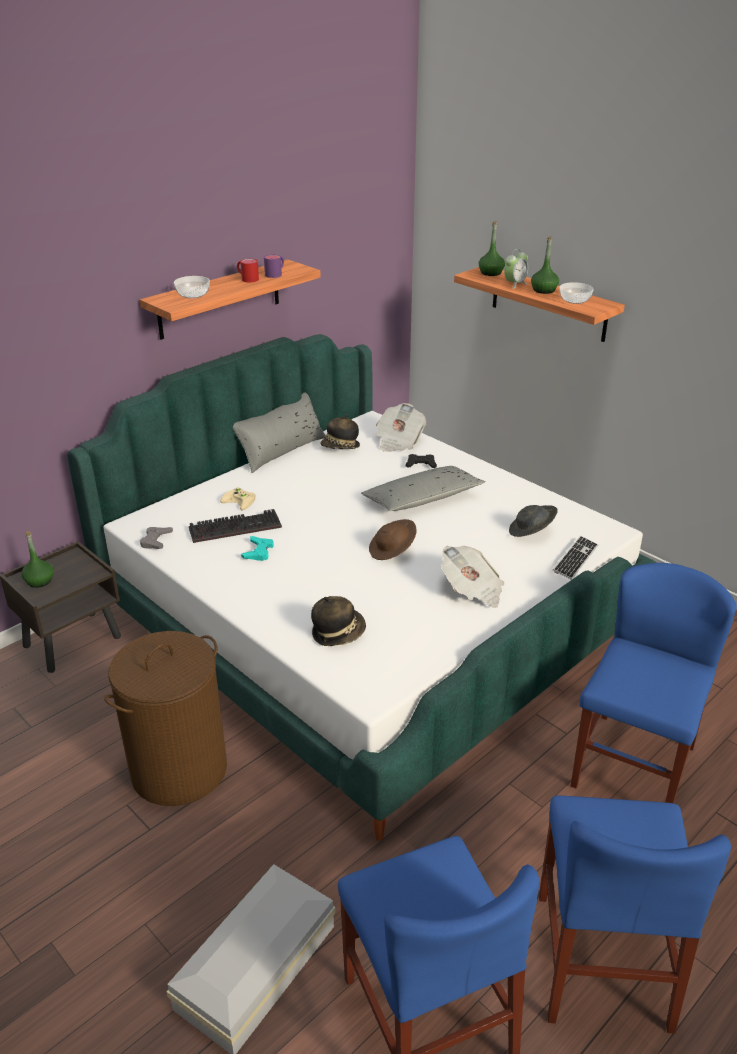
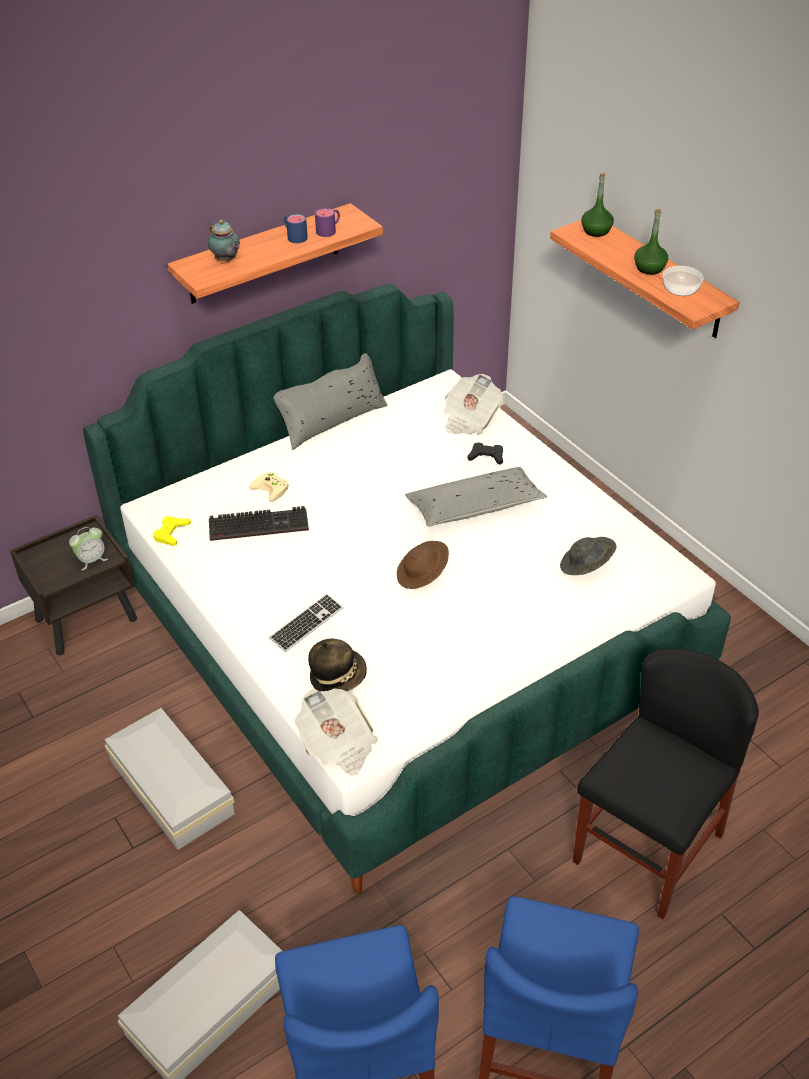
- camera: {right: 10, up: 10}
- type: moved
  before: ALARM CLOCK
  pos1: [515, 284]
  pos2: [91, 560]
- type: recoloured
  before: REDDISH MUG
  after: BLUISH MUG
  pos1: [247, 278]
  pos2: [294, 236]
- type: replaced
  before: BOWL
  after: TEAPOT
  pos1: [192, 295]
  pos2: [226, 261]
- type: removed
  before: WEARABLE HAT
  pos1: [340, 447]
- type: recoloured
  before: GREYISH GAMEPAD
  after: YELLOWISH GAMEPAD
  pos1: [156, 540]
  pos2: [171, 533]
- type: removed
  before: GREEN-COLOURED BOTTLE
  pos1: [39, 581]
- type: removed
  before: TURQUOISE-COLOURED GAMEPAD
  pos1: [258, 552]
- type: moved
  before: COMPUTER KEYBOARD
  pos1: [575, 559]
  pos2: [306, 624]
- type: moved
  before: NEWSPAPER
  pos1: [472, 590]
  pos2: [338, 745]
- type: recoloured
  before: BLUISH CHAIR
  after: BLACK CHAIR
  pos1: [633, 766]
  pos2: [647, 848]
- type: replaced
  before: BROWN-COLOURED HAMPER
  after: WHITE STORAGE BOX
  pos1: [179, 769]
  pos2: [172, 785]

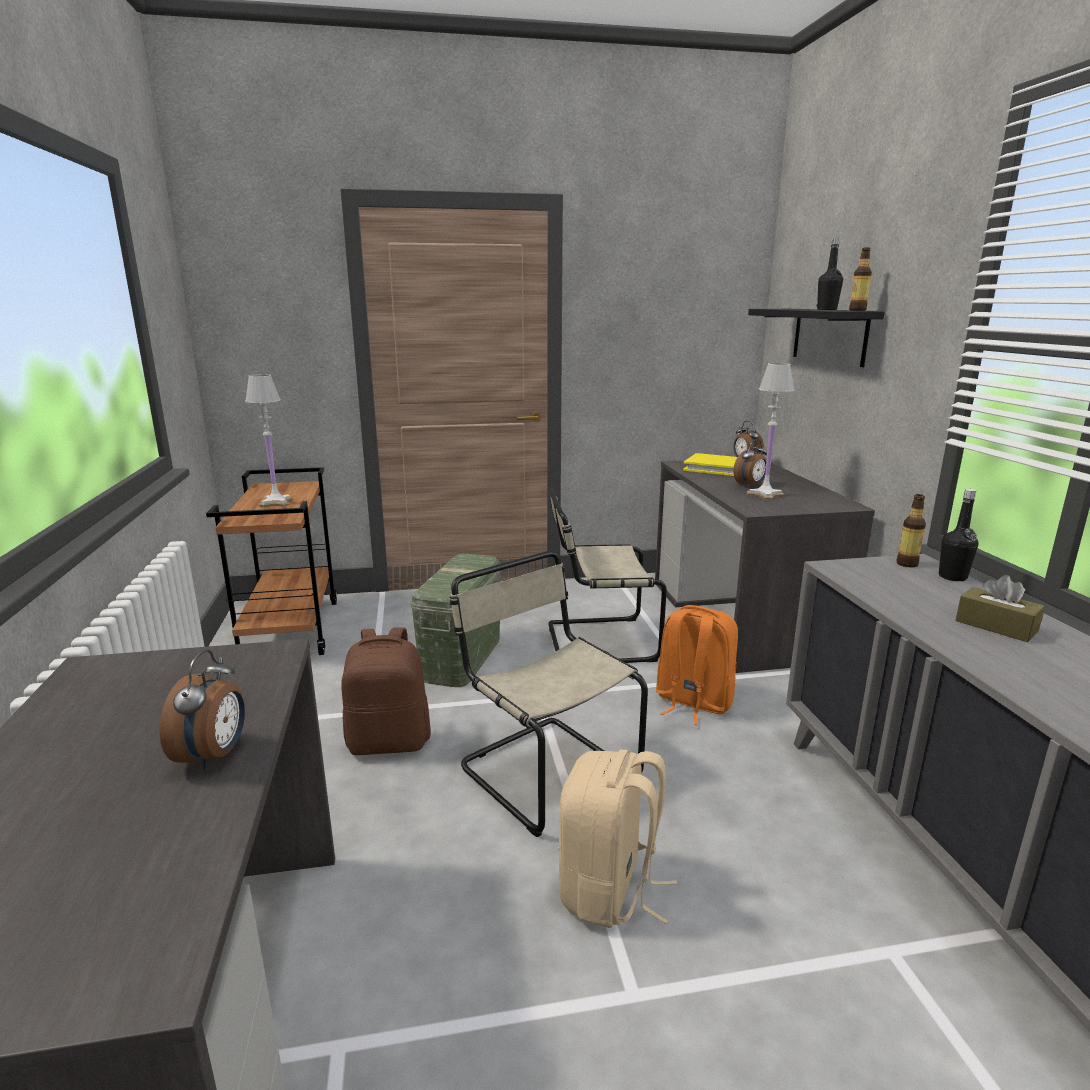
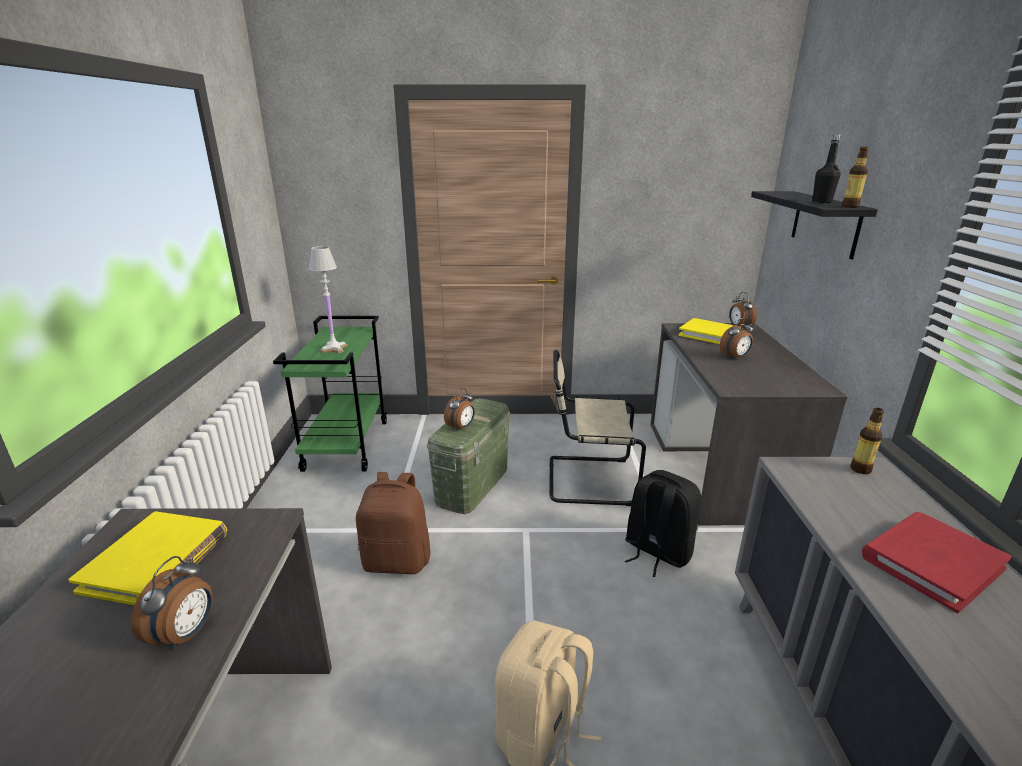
- camera: {right: 10, up: 5}
- type: removed
  before: WHITE TABLE LAMP
  pos1: [764, 495]
- type: recoloured
  before: BROWN-COLOURED CART
  after: GREEN-COLOURED CART
  pos1: [290, 629]
  pos2: [346, 445]
- type: removed
  before: BLACK BOTTLE
  pos1: [952, 577]
- type: removed
  before: BEIGE CHAIR
  pos1: [544, 770]
- type: replaced
  before: BROWN-COLOURED TISSUE HOLDER
  after: REDDISH BOUND BOOK
  pos1: [996, 626]
  pos2: [931, 562]
- type: recoloured
  before: ORANGE RUCKSACK
  after: BLACK RUCKSACK
  pos1: [692, 702]
  pos2: [656, 551]
- type: added
  after: ALARM CLOCK
  pos2: [461, 427]
- type: added
  after: YELLOWISH BOUND BOOK
  pos2: [156, 562]

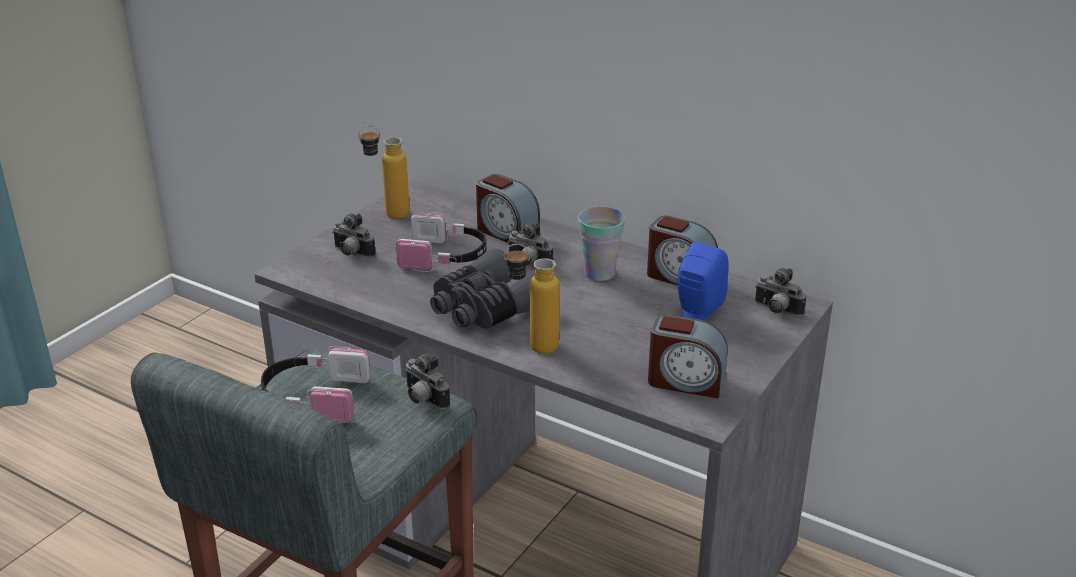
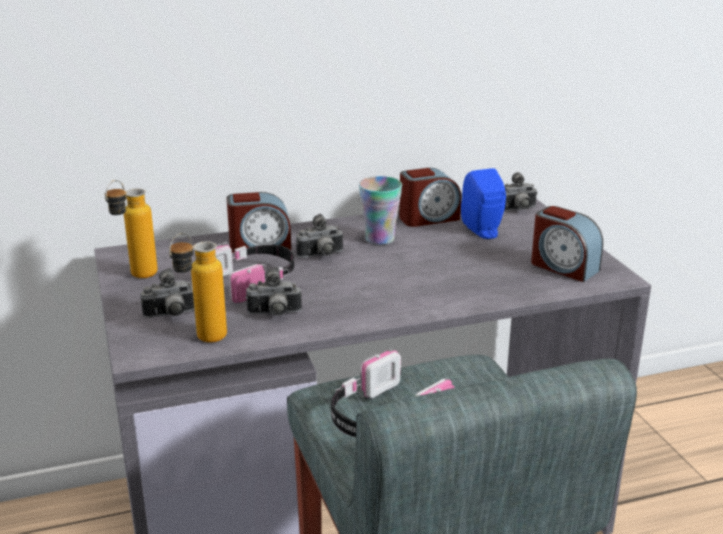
- camera: {right: -50, up: -5}
- type: moved
  before: BOTTLE
  pos1: [532, 346]
  pos2: [202, 341]
- type: removed
  before: GREYISH FIELD GLASSES
  pos1: [486, 309]
- type: turned
  before: ALARM CLOCK
  pos1: [685, 381]
  pos2: [563, 267]
  turn: 75
- type: moved
  before: STILL CAMERA
  pos1: [423, 400]
  pos2: [274, 314]

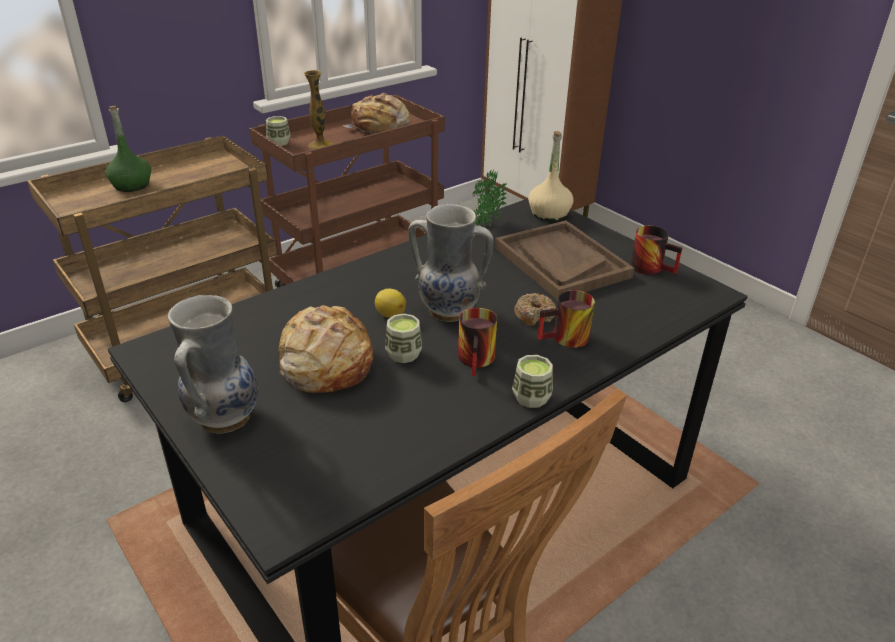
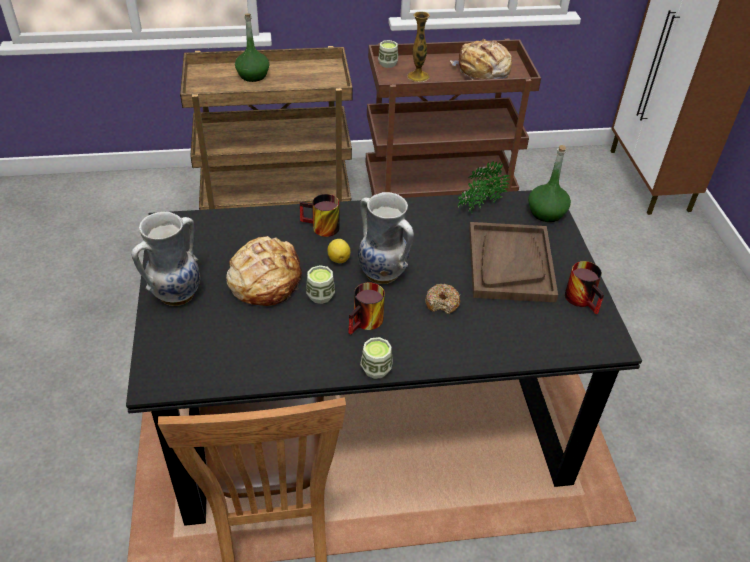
- camera: {right: 30, up: 10}
- type: recoloured
  before: BEIGE BOTTLE
  after: GREEN-COLOURED BOTTLE
  pos1: [549, 214]
  pos2: [546, 212]
- type: moved
  before: MUG
  pos1: [566, 340]
  pos2: [320, 228]

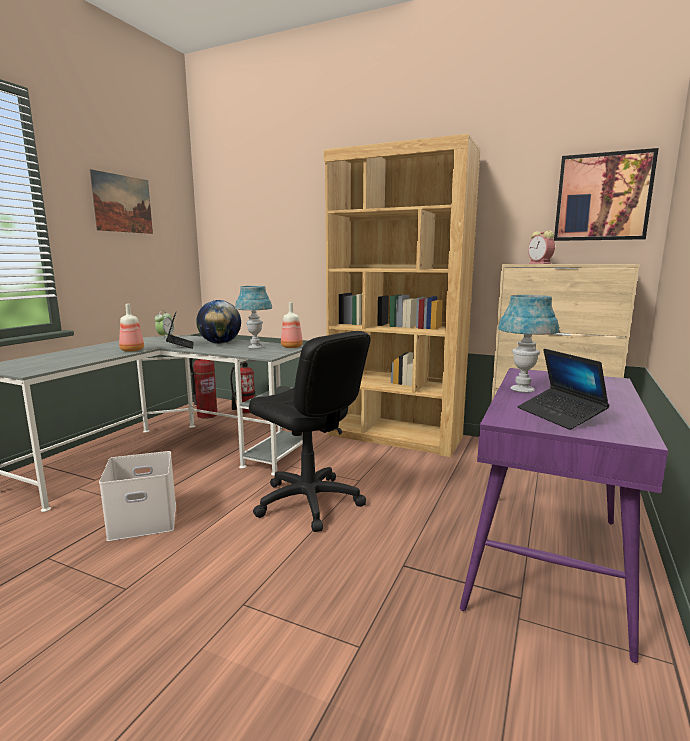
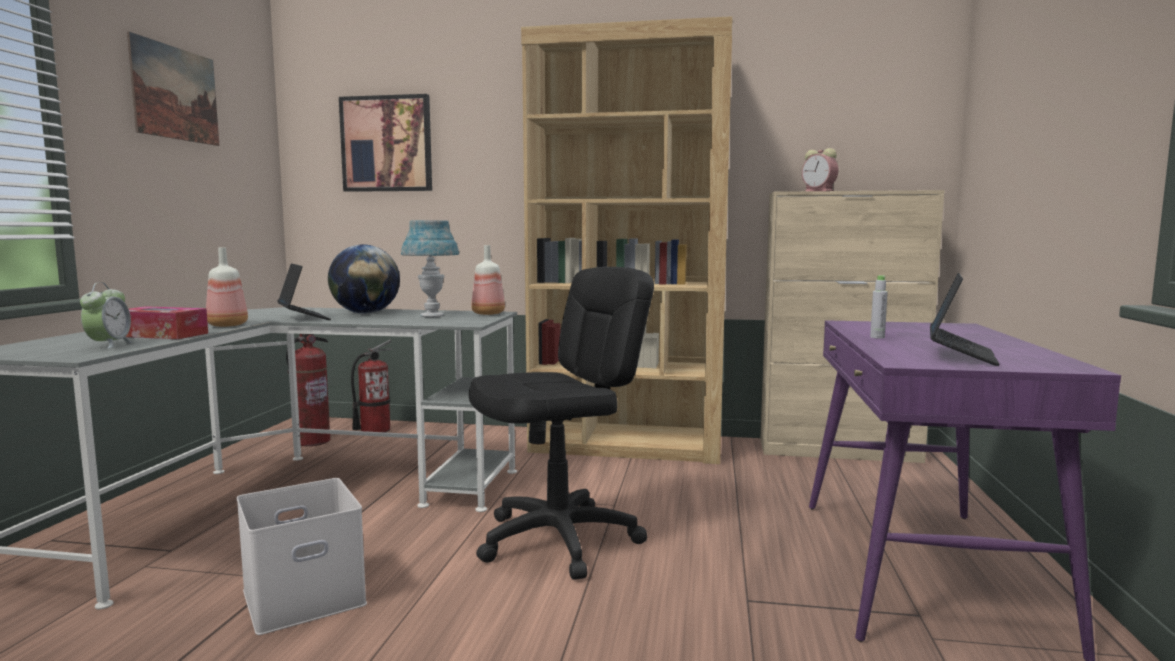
- camera: {right: -15, up: -5}
- type: moved
  before: PICTURE
  pos1: [602, 197]
  pos2: [387, 144]
- type: replaced
  before: BLUISH TABLE LAMP
  after: GREYISH BOTTLE
  pos1: [522, 390]
  pos2: [877, 337]
- type: moved
  before: ALARM CLOCK
  pos1: [165, 337]
  pos2: [109, 345]
- type: turned
  before: BLACK DESK CHAIR
  pos1: [308, 502]
  pos2: [559, 540]
  turn: -60
- type: turned
  before: PORTABLE COMPUTER
  pos1: [560, 415]
  pos2: [960, 355]
  turn: -120
- type: added
  after: TISSUE HOLDER
  pos2: [162, 335]

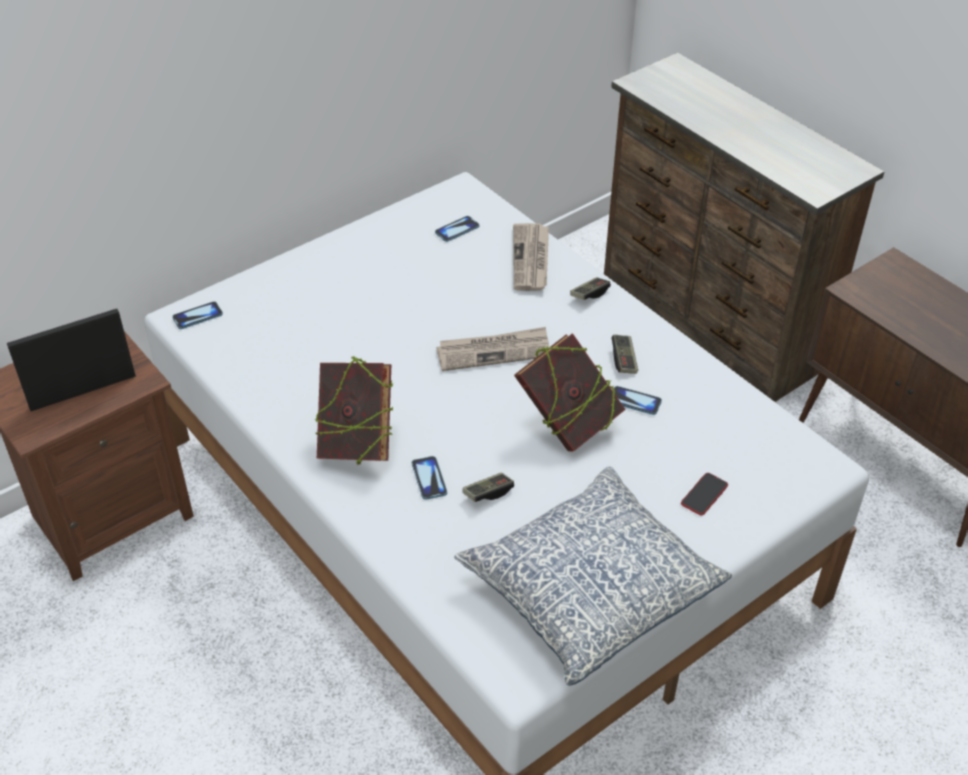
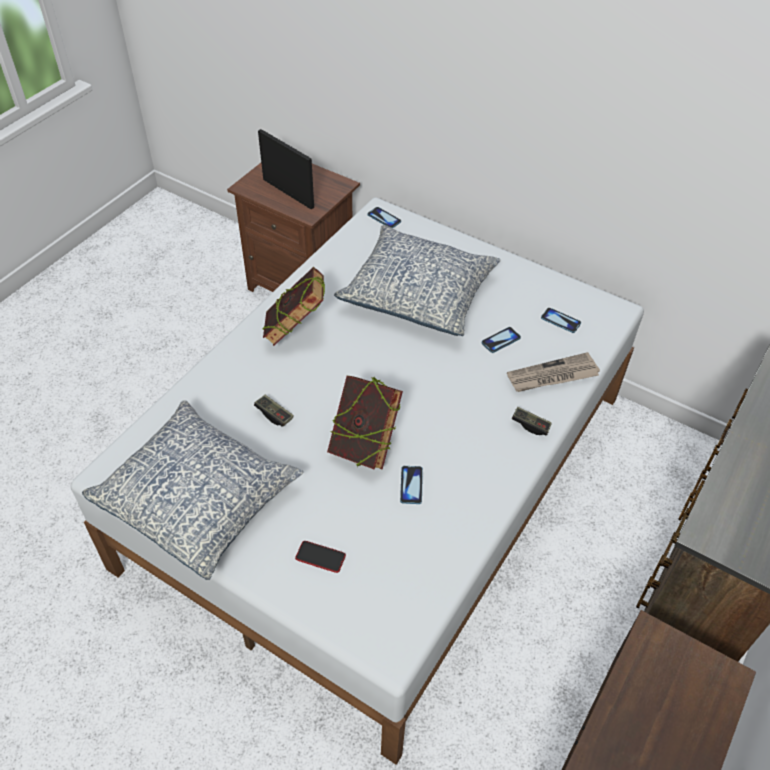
- camera: {right: 70, up: 5}
- type: removed
  before: NEWSPAPER
  pos1: [494, 351]
- type: removed
  before: GAMEPAD
  pos1: [624, 360]
- type: moved
  before: TELEPHONE
  pos1: [429, 478]
  pos2: [501, 340]
- type: added
  after: PILLOW
  pos2: [418, 294]

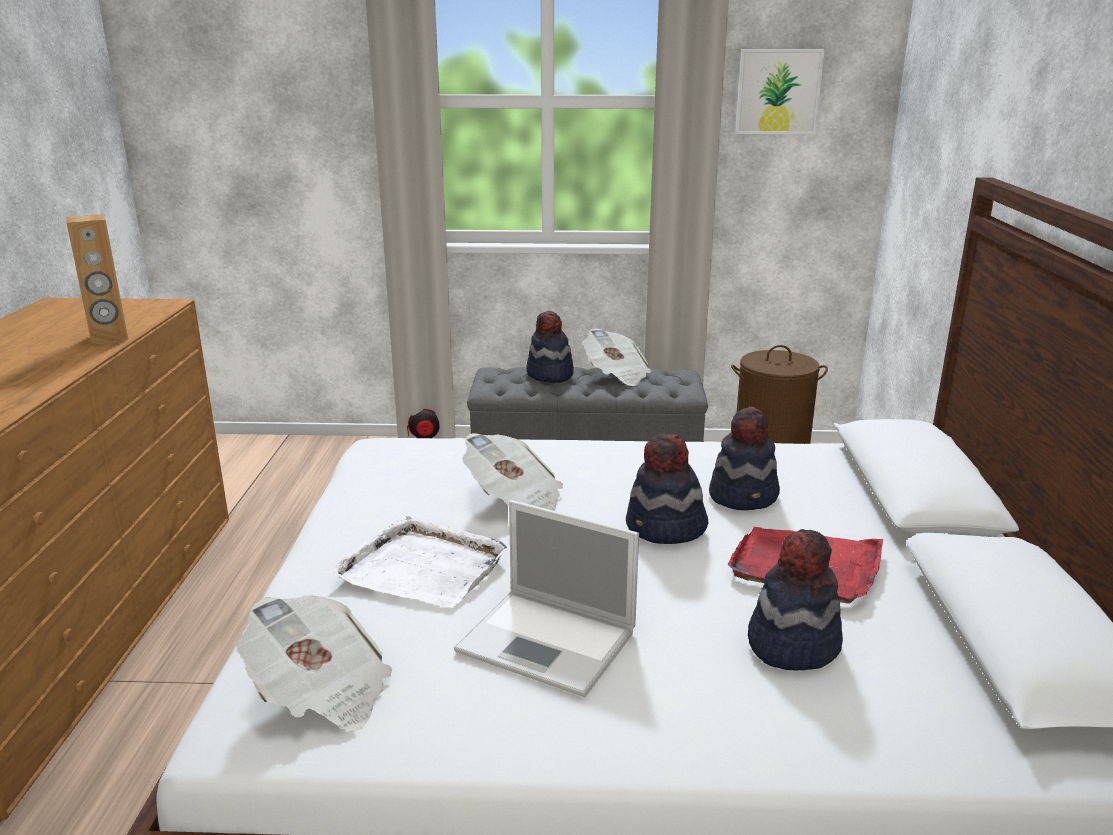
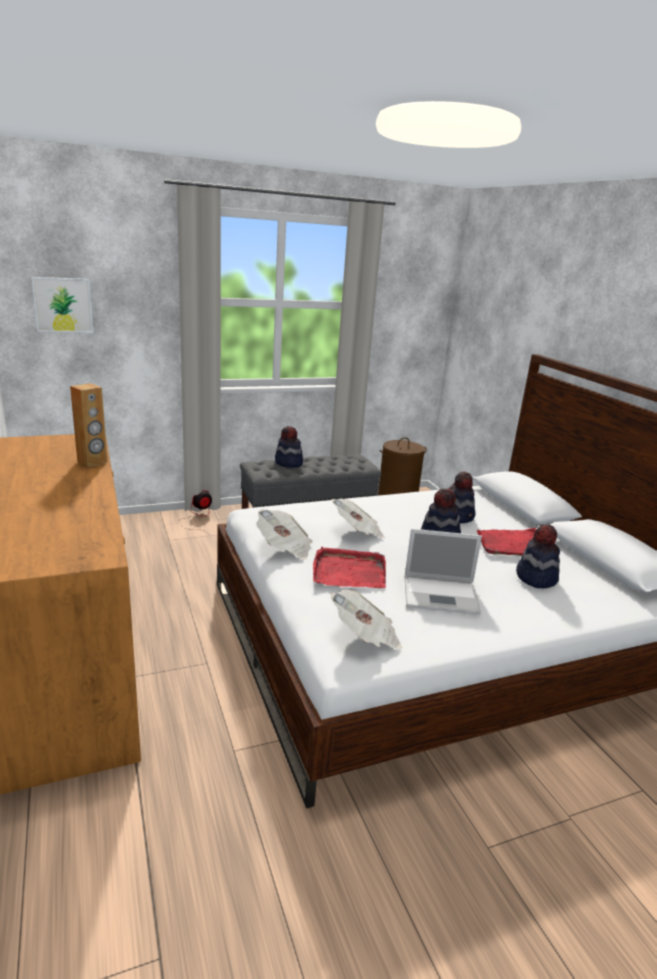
- camera: {right: -25, up: 0}
- type: moved
  before: PICTURE
  pos1: [778, 92]
  pos2: [63, 305]
- type: moved
  before: NEWSPAPER
  pos1: [616, 375]
  pos2: [284, 548]
- type: recoloured
  before: WHITE SERVING TRAY
  after: REDDISH SERVING TRAY
  pos1: [423, 567]
  pos2: [348, 572]

